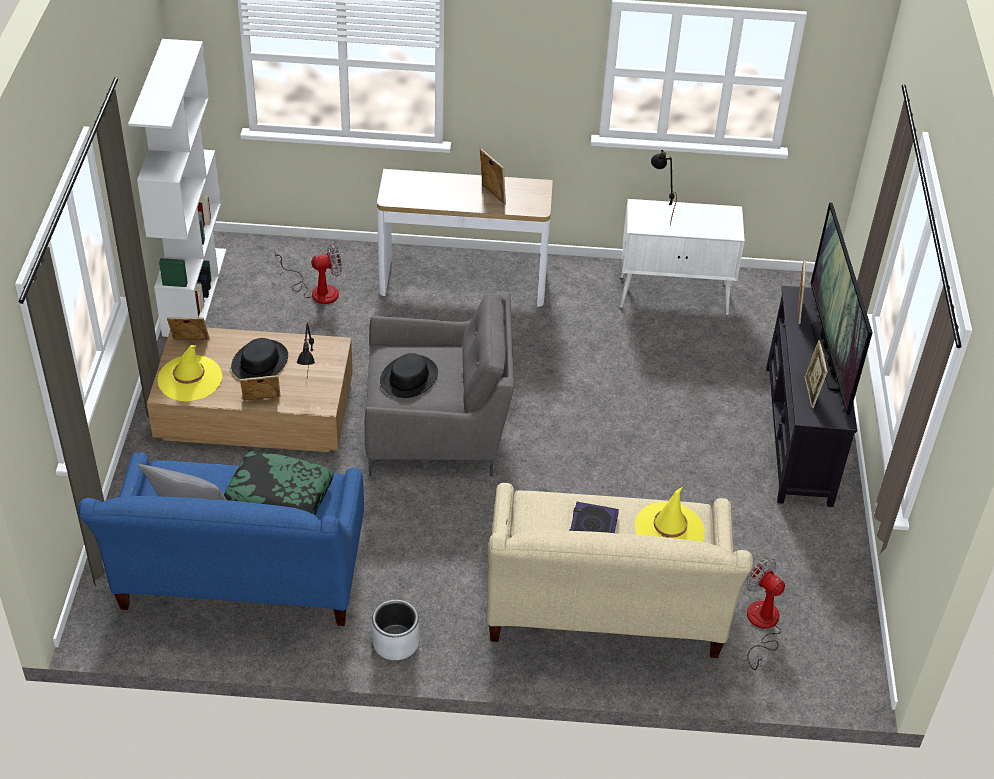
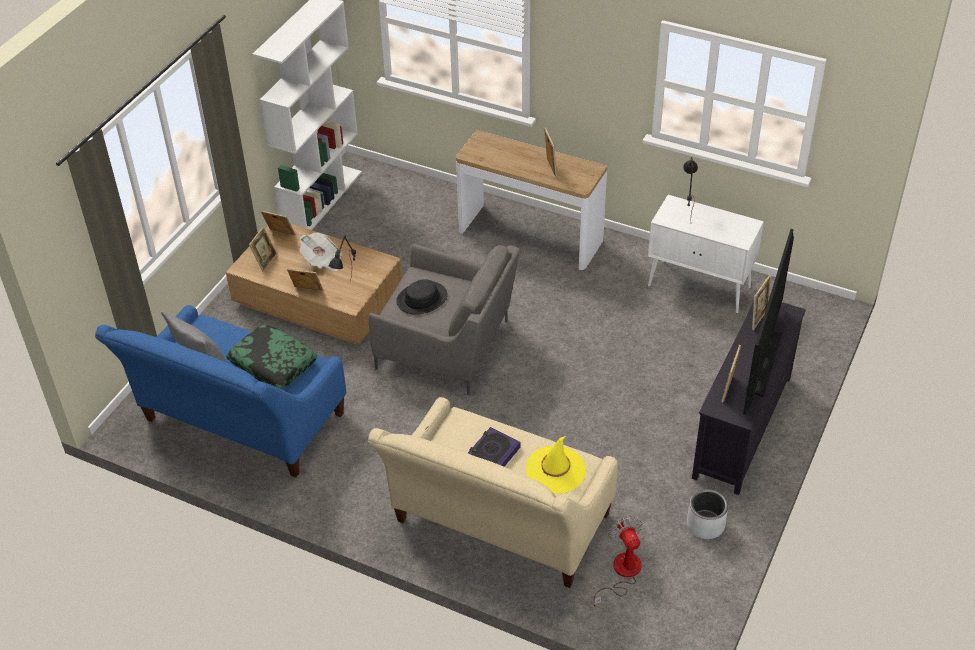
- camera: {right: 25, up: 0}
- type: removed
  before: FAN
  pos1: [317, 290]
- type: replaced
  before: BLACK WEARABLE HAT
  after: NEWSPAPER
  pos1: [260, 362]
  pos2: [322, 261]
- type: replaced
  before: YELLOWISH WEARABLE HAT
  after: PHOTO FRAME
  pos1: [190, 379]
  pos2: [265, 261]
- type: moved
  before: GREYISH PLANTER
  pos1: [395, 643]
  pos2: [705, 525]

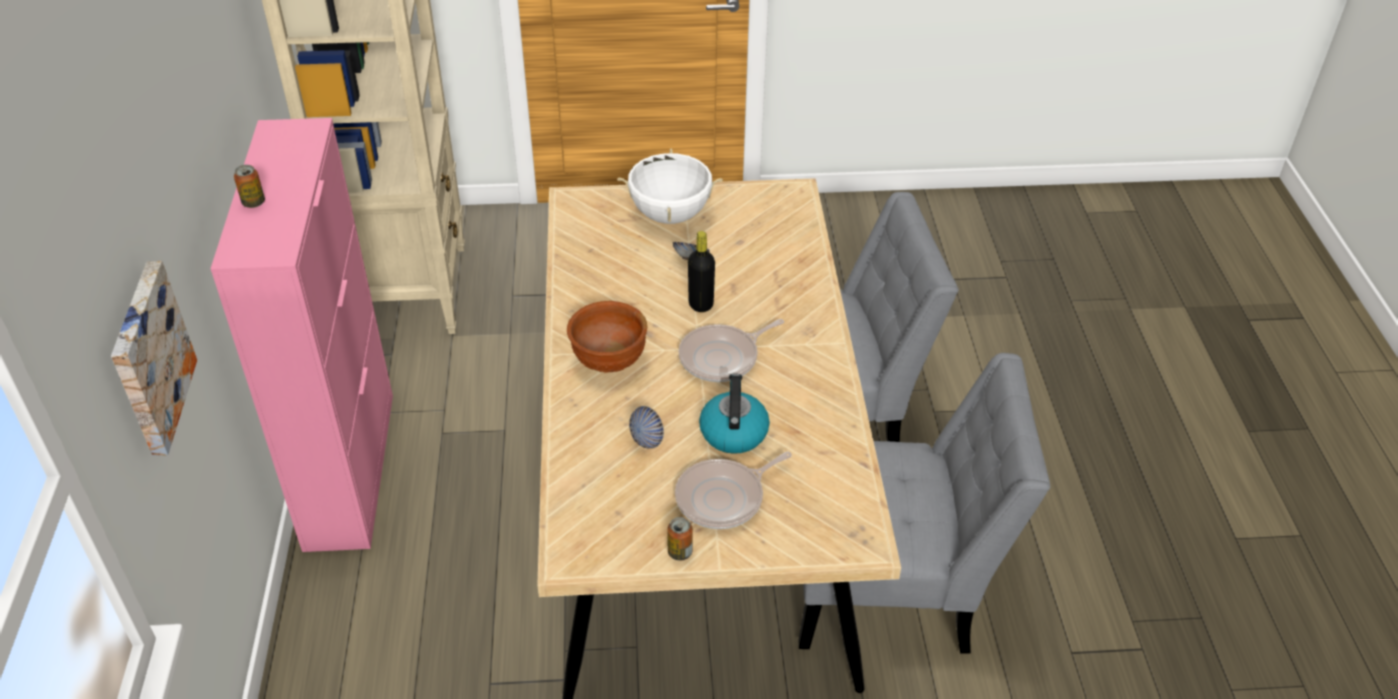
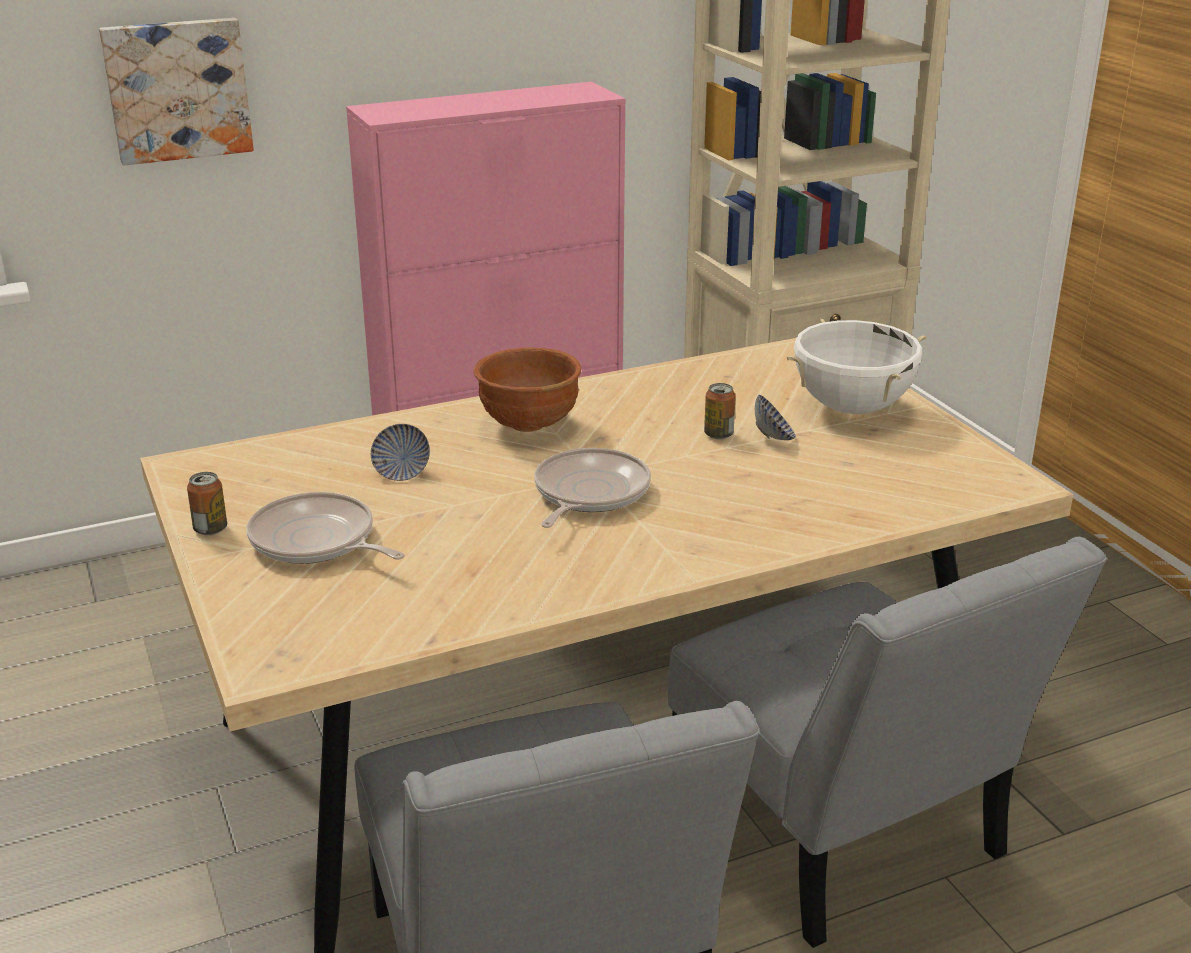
- camera: {right: 70, up: -15}
- type: moved
  before: SEALED CAN
  pos1: [253, 202]
  pos2: [718, 434]
- type: removed
  before: BLACK BOTTLE
  pos1: [701, 304]
- type: turned
  before: FRYING PAN
  pos1: [722, 357]
  pos2: [588, 493]
  turn: 75
- type: removed
  before: TEA KETTLE
  pos1: [733, 432]

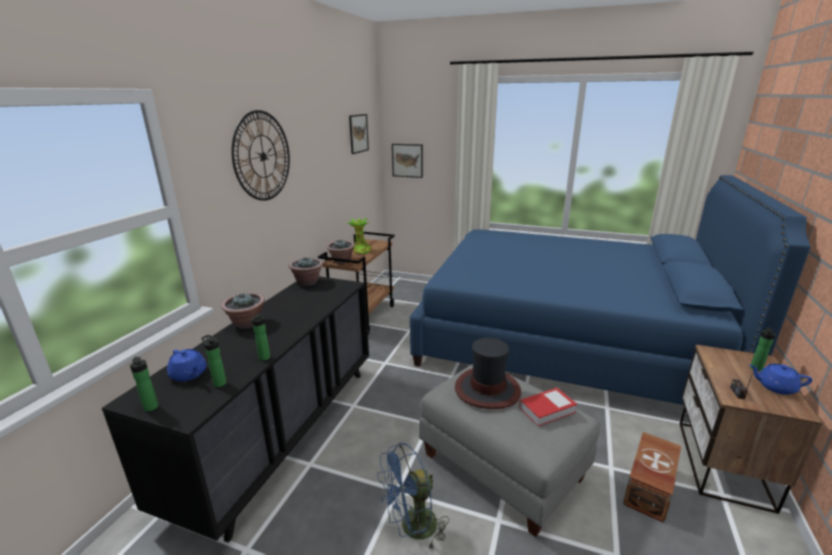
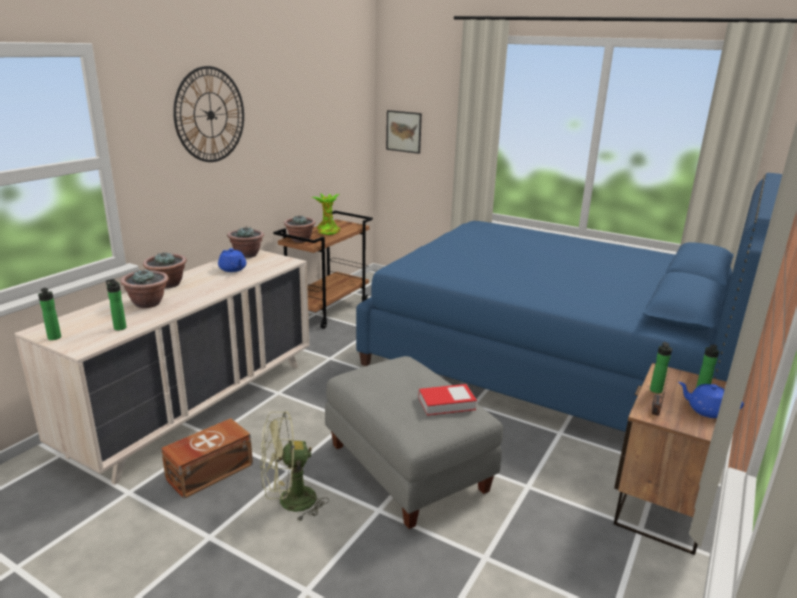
- camera: {right: 10, up: 0}
- type: removed
  before: PICTURE
  pos1: [358, 133]
- type: recoloured
  before: BLACK DRAWER CHEST
  after: BEIGE DRAWER CHEST
  pos1: [282, 432]
  pos2: [197, 406]
- type: moved
  before: BOTTLE
  pos1: [263, 358]
  pos2: [656, 391]
- type: removed
  before: WEARABLE HAT
  pos1: [487, 389]
- type: moved
  before: BLUISH TEAPOT
  pos1: [189, 375]
  pos2: [233, 269]
- type: moved
  before: BROWN-COLOURED STORAGE BOX
  pos1: [647, 487]
  pos2: [208, 471]
- type: recoloured
  before: BLUISH FAN
  after: GREEN-COLOURED FAN
  pos1: [412, 528]
  pos2: [289, 502]
- type: added
  after: PLANT IN A POT
  pos2: [148, 303]

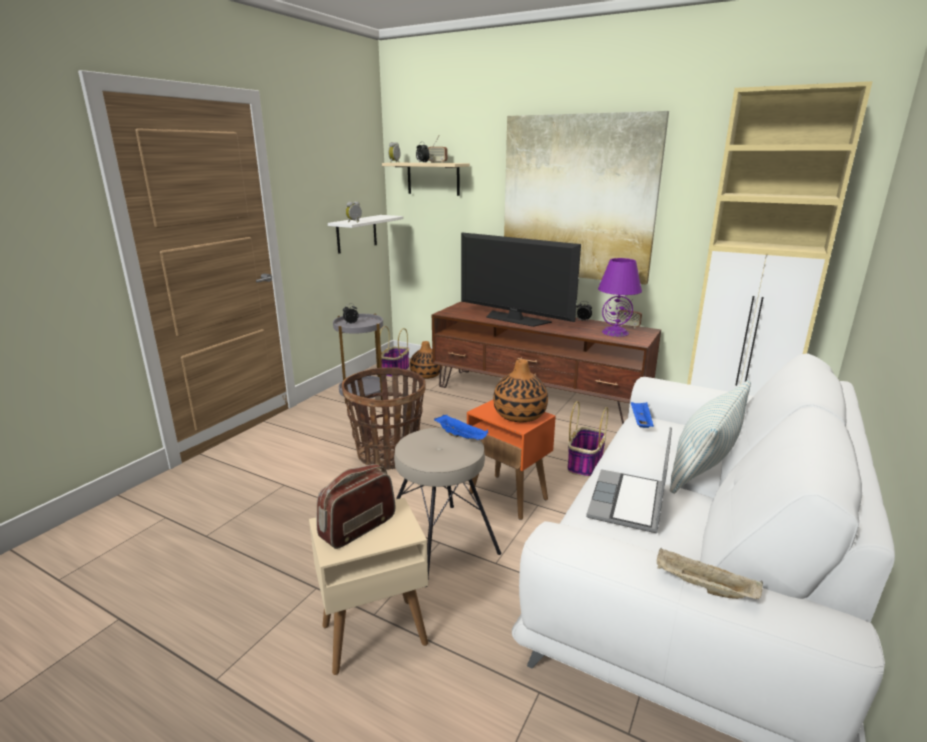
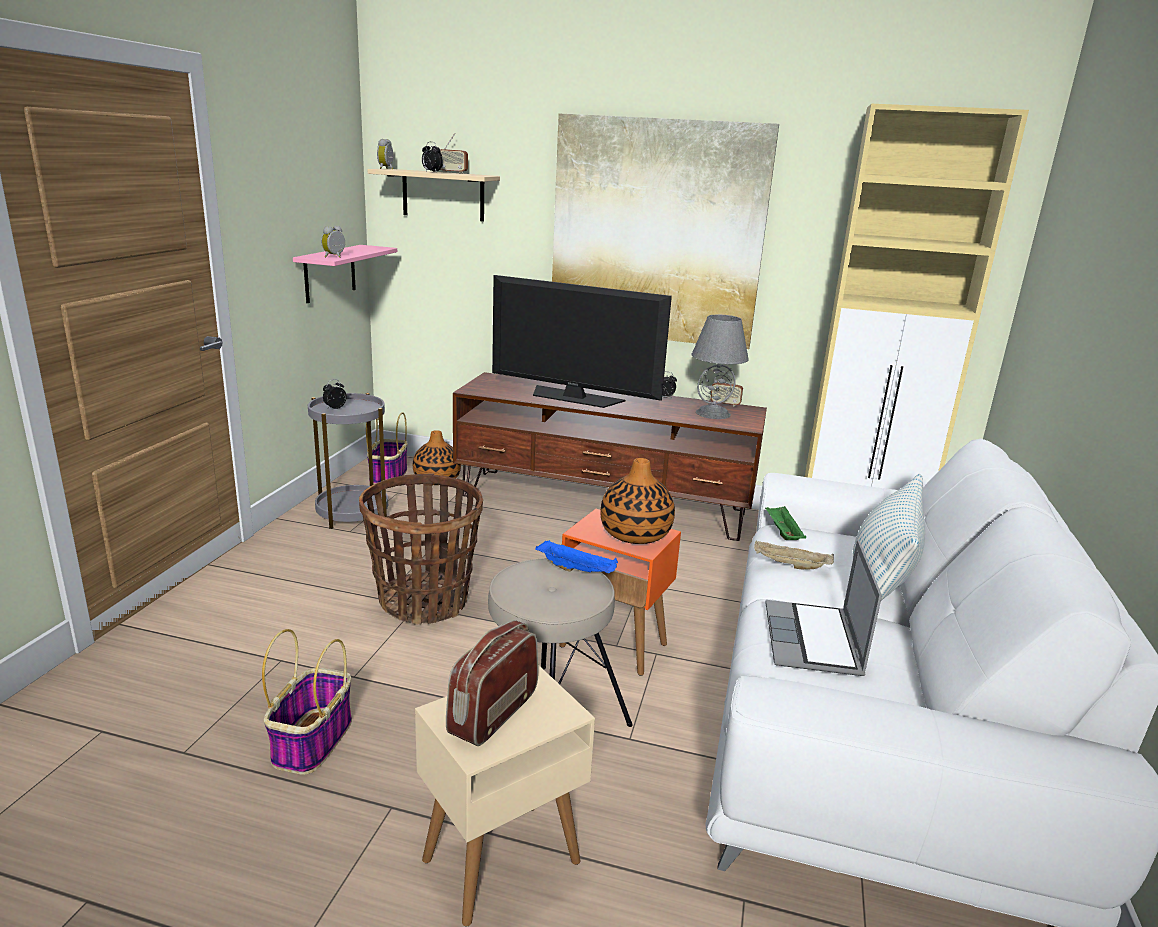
- camera: {right: -15, up: 0}
- type: recoloured
  before: WHITE WALL SHELF
  after: PINK WALL SHELF
  pos1: [356, 233]
  pos2: [330, 273]
- type: recoloured
  before: PURPLE TABLE LAMP
  after: GREYISH TABLE LAMP
  pos1: [615, 332]
  pos2: [712, 413]
- type: moved
  before: STORAGE BASKET
  pos1: [585, 464]
  pos2: [313, 740]
- type: recoloured
  before: BLUISH SERVING TRAY
  after: GREEN-COLOURED SERVING TRAY
  pos1: [640, 422]
  pos2: [782, 533]
- type: moved
  before: BEIGE SERVING TRAY
  pos1: [702, 587]
  pos2: [790, 566]

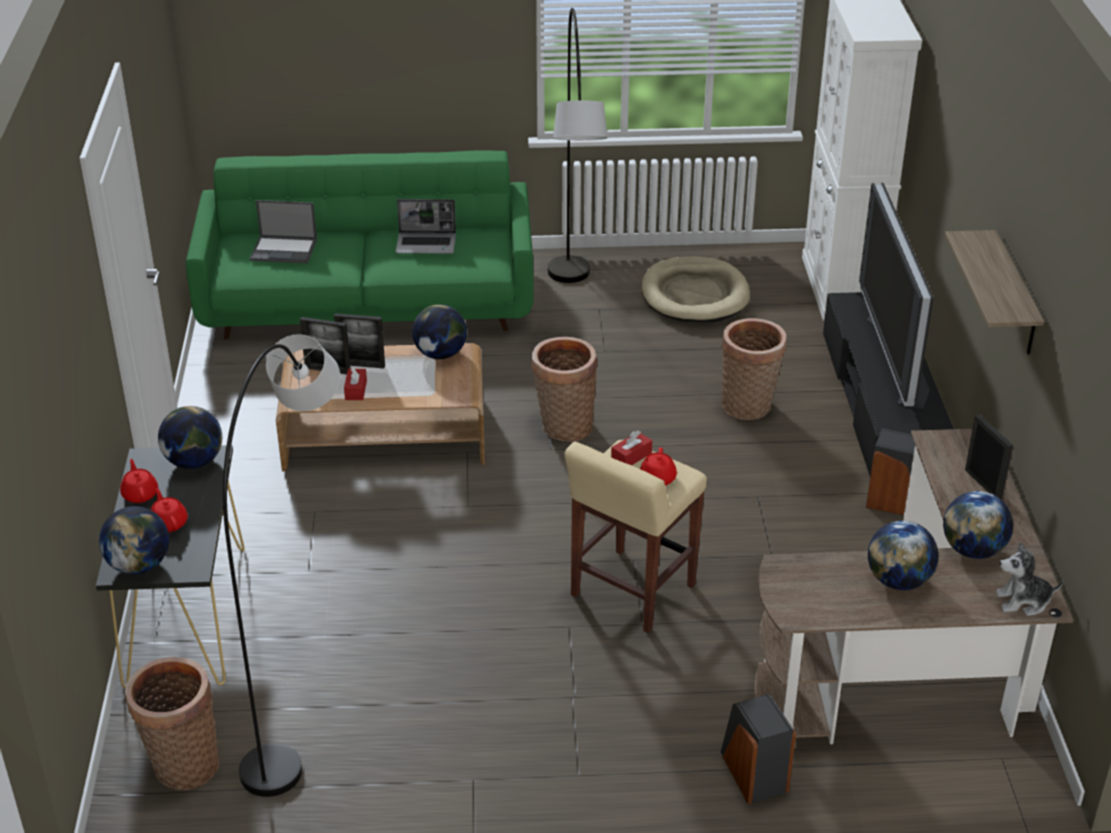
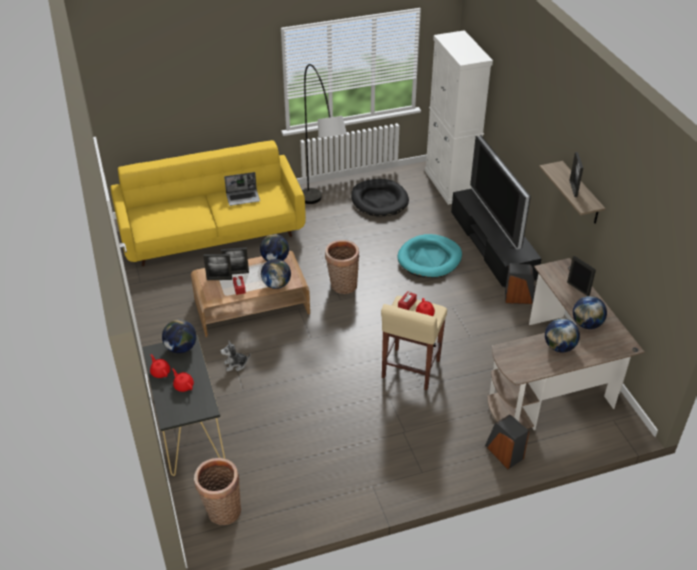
- camera: {right: -15, up: 5}
- type: recoloured
  before: GREEN-COLOURED COUCH
  after: YELLOWISH COUCH
  pos1: [369, 303]
  pos2: [212, 232]
- type: removed
  before: PORTABLE COMPUTER
  pos1: [284, 250]
- type: recoloured
  before: BEIGE DOG CUSHION
  after: BLACK DOG CUSHION
  pos1: [694, 295]
  pos2: [379, 200]
- type: replaced
  before: STORAGE BASKET
  after: TURQUOISE-COLOURED DOG CUSHION
  pos1: [748, 408]
  pos2: [429, 259]
- type: removed
  before: BLACK STANDARD LAMP
  pos1: [304, 689]
- type: moved
  before: WORLD GLOBE
  pos1: [139, 565]
  pos2: [276, 284]
- type: moved
  before: SOFT TOY
  pos1: [1023, 601]
  pos2: [236, 364]
- type: added
  after: PHOTO FRAME
  pos2: [573, 189]

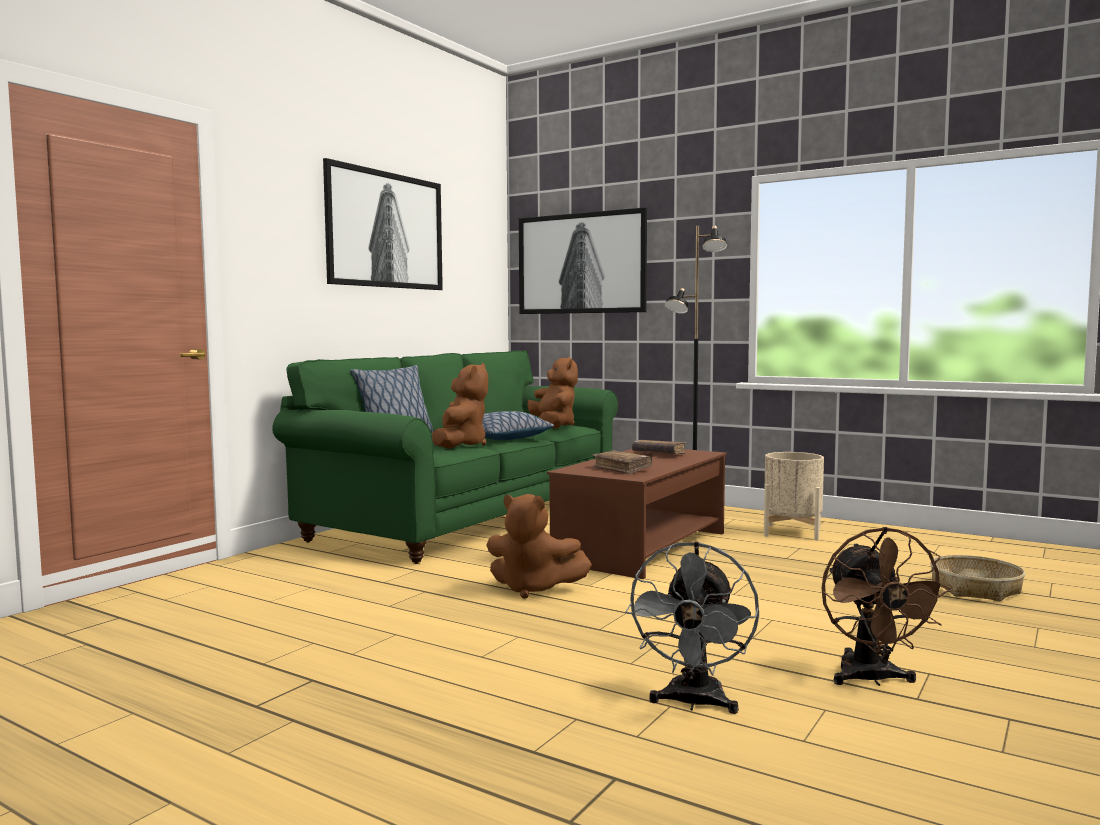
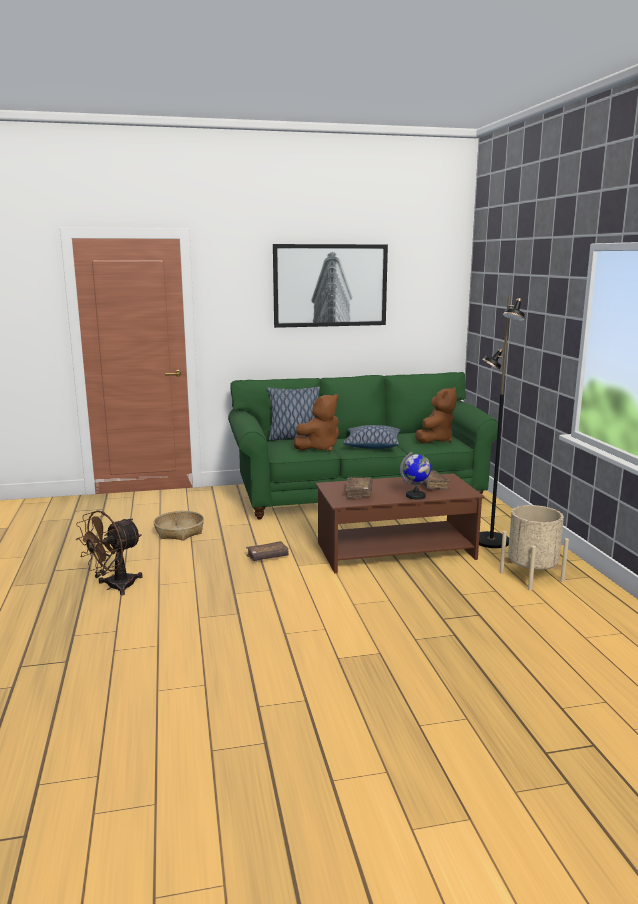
- camera: {right: 45, up: 10}
- type: removed
  before: PICTURE
  pos1: [582, 263]
- type: replaced
  before: BROWN-COLOURED SOFT TOY
  after: BROWN-COLOURED BOUND BOOK
  pos1: [533, 589]
  pos2: [267, 557]
- type: moved
  before: BROWN-COLOURED FAN
  pos1: [872, 679]
  pos2: [114, 587]
- type: removed
  before: GREYISH FAN
  pos1: [693, 703]
- type: moved
  before: STORAGE BASKET
  pos1: [975, 589]
  pos2: [179, 532]
- type: added
  after: WORLD GLOBE
  pos2: [416, 496]

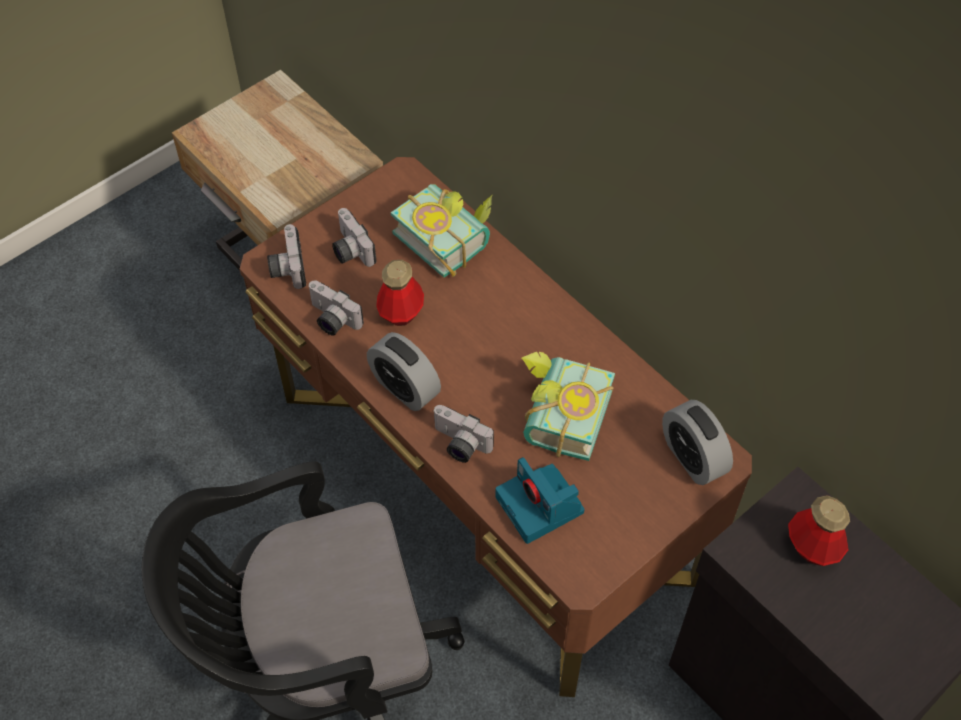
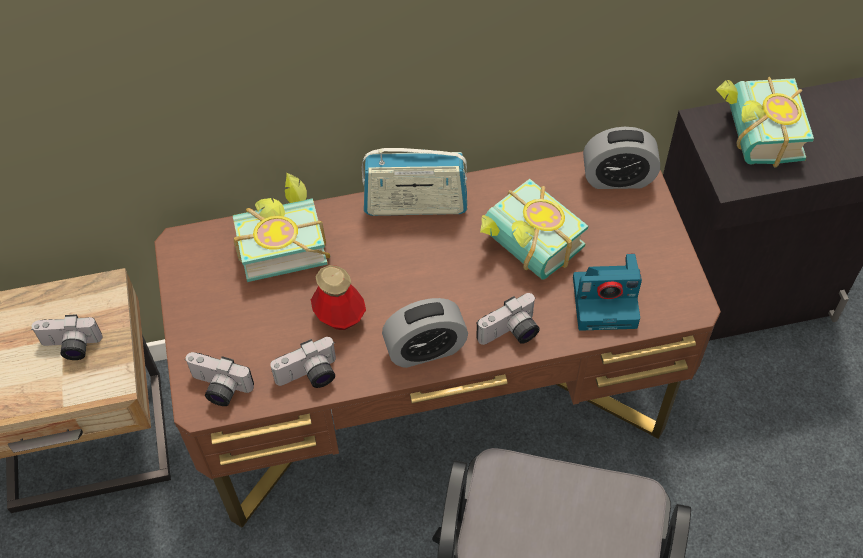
- camera: {right: -60, up: 0}
- type: moved
  before: STILL CAMERA
  pos1: [349, 250]
  pos2: [70, 347]
- type: replaced
  before: BOTTLE
  after: BOUND BOOK
  pos1: [812, 547]
  pos2: [753, 136]
- type: added
  after: RADIO SET
  pos2: [415, 205]

